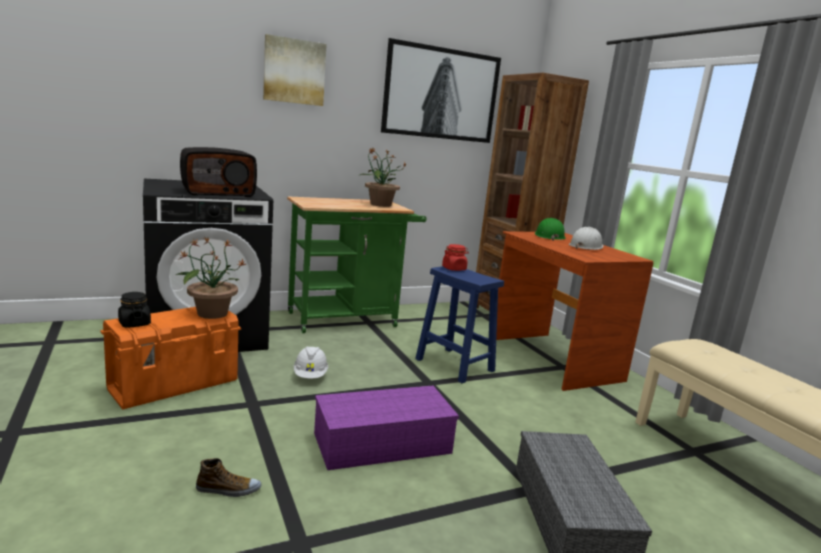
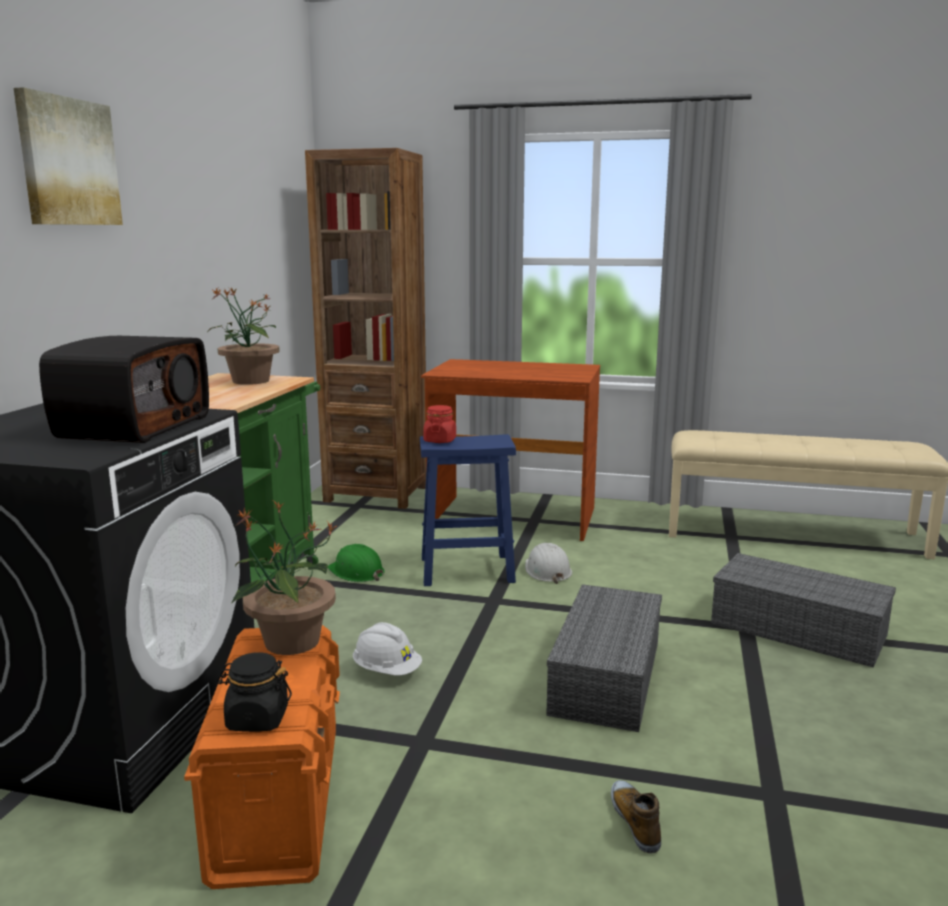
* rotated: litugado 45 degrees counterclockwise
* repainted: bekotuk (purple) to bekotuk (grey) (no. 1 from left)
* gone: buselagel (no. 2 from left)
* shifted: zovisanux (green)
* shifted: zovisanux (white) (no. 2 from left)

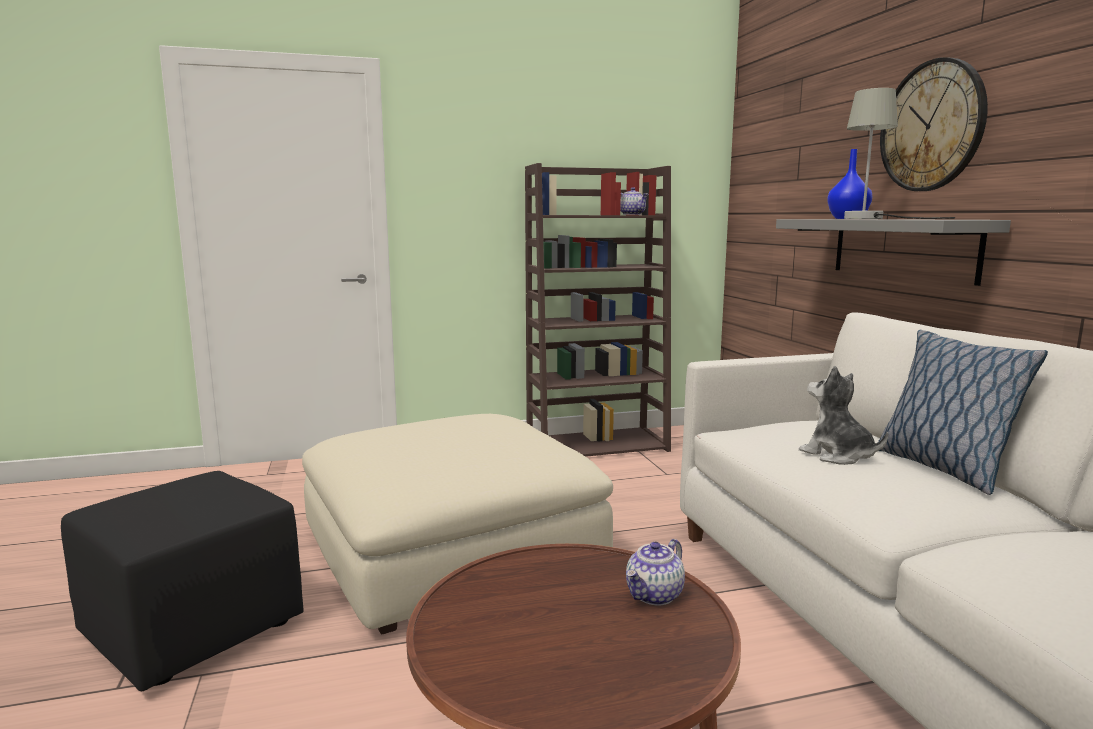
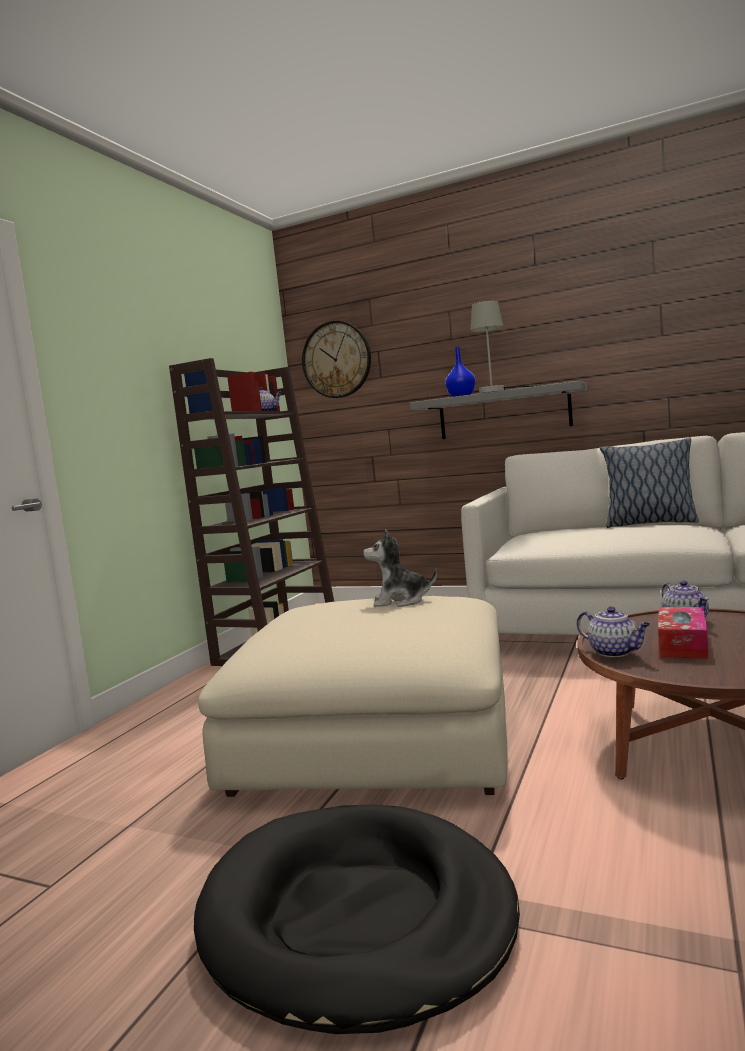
* swapped: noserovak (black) to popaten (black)
* shifted: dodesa
* shifted: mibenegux
* new: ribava (no. 2 from left)
* new: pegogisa

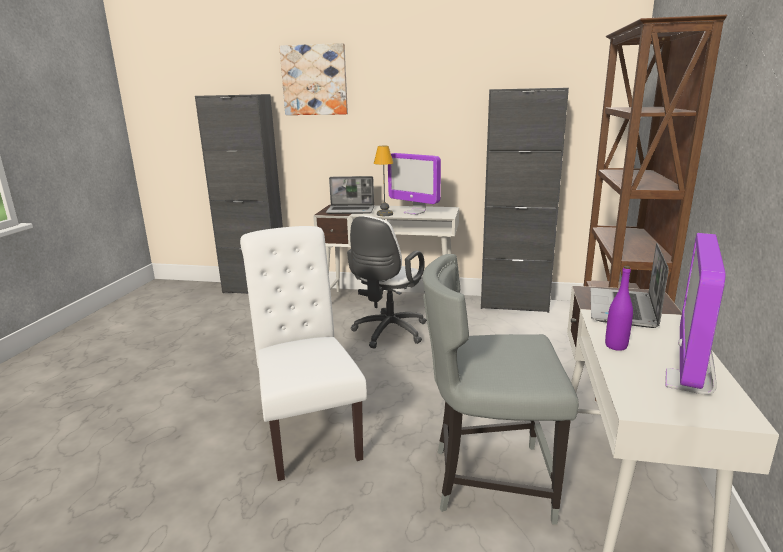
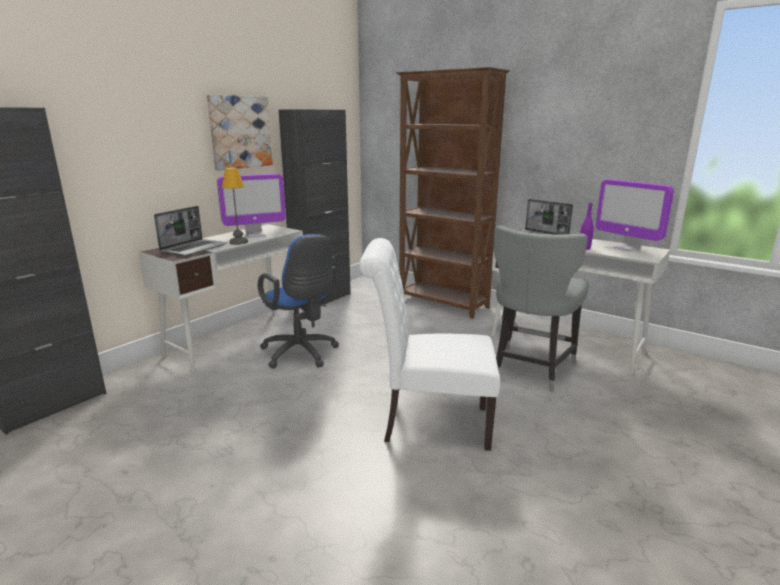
* shifted: buselagel
* repainted: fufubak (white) to fufubak (blue)

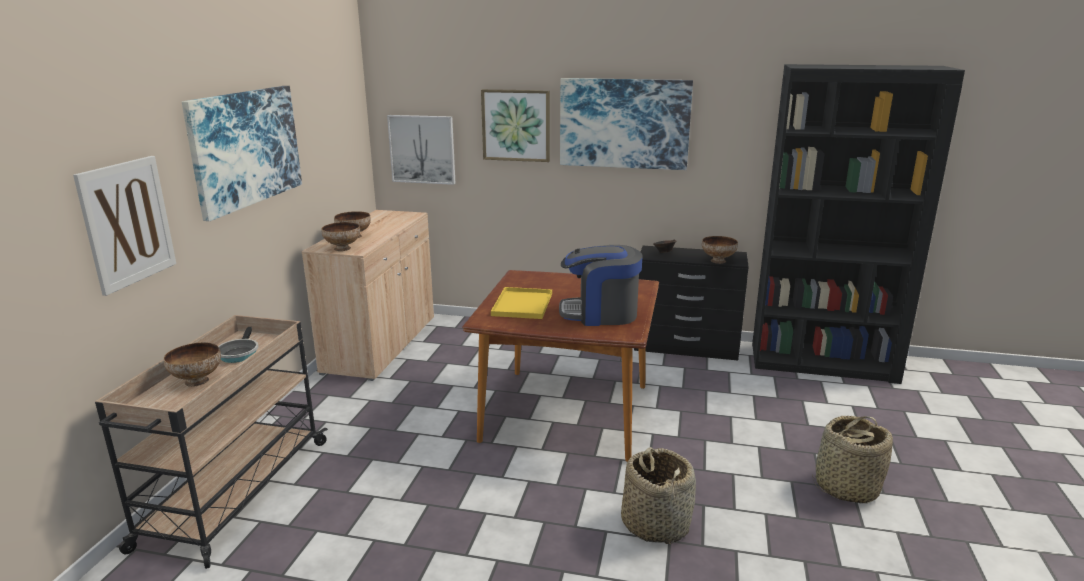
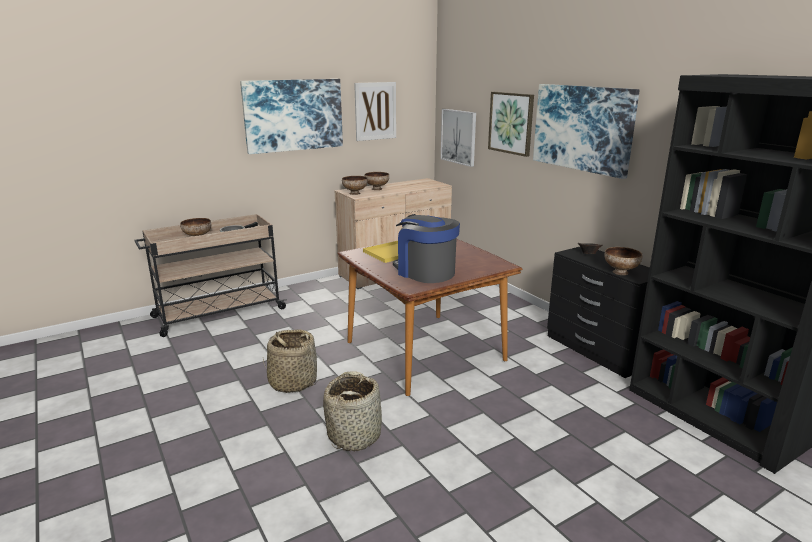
* shifted: buselagel (no. 1 from left in the first image) to buselagel (no. 2 from left)
* shifted: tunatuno (no. 2 from left in the first image) to tunatuno (no. 1 from left)

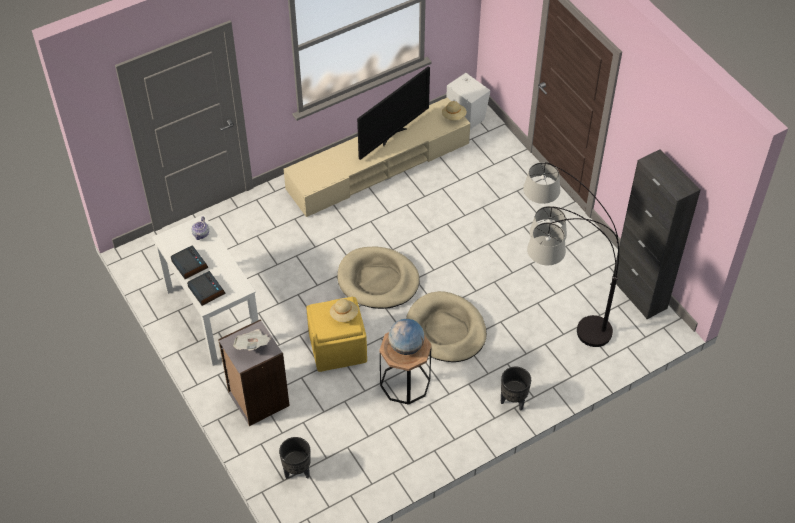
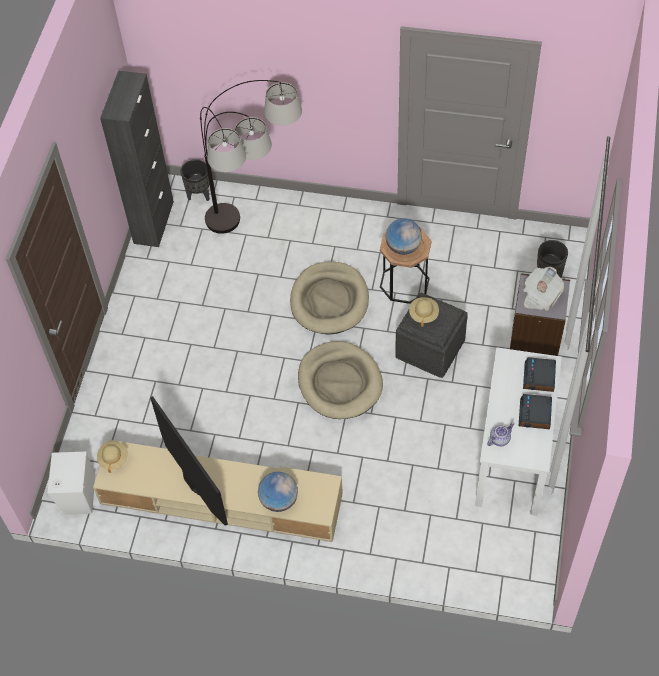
* repainted: noserovak (yellow) to noserovak (grey)
* rotated: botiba 60 degrees clockwise
* shifted: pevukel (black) (no. 2 from left in the first image) to pevukel (black) (no. 1 from left)
* new: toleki (no. 1 from left)

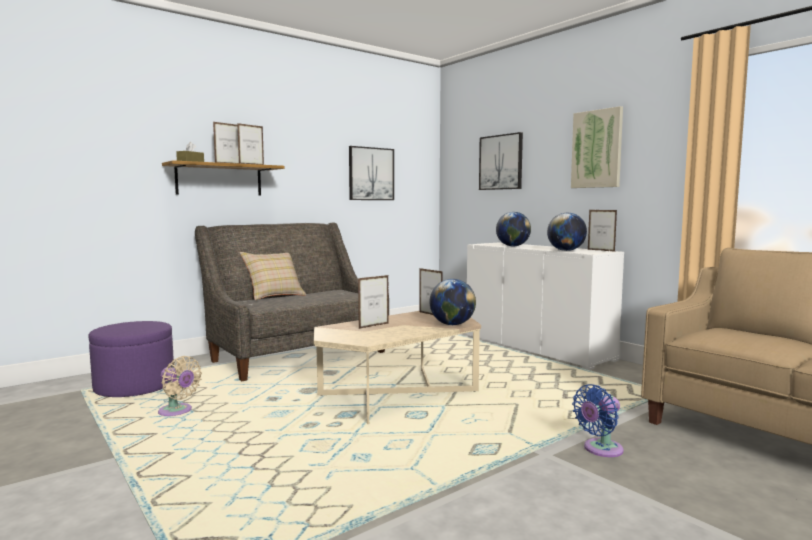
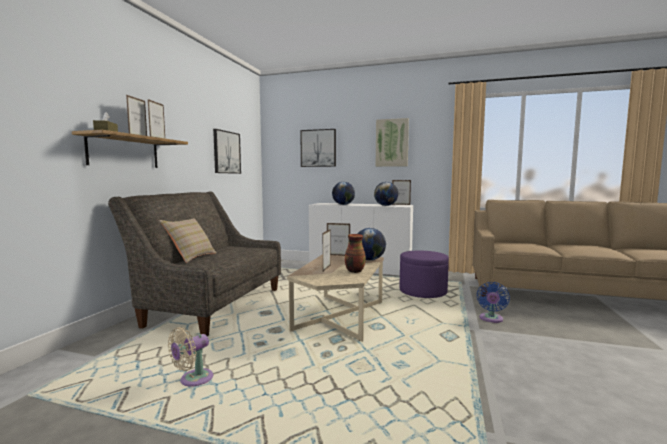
* shifted: noserovak (purple)
* rotated: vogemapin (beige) 135 degrees clockwise
* new: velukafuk

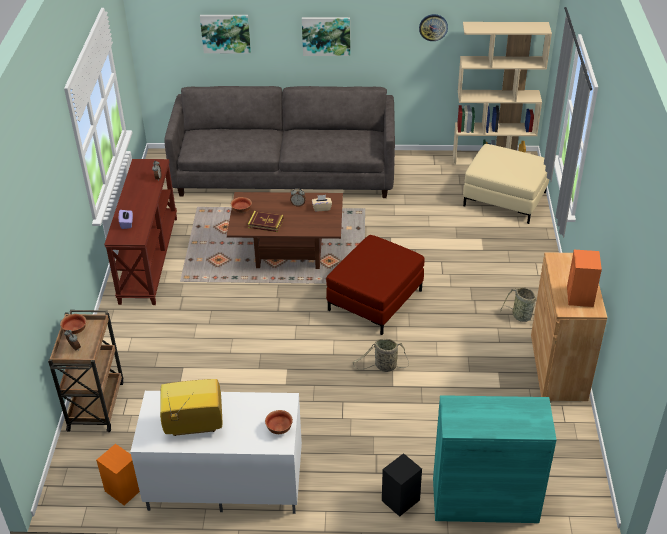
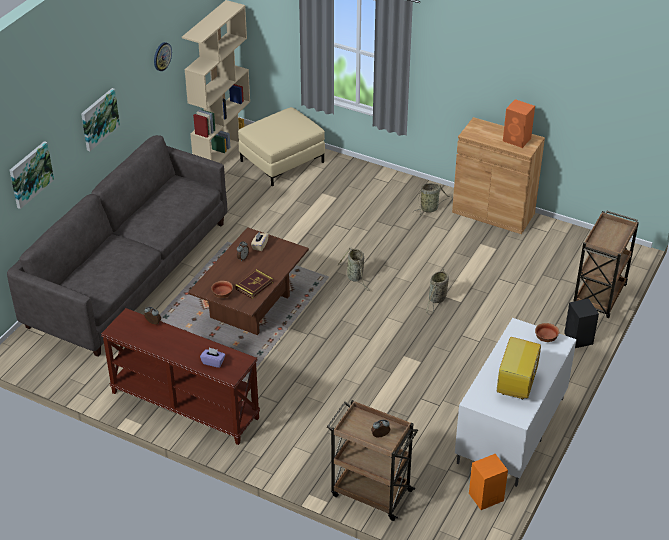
* gone: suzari (no. 1 from left)
* swapped: noserovak (red) to tunatuno (no. 1 from left)
* swapped: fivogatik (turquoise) to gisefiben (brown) (no. 2 from left)

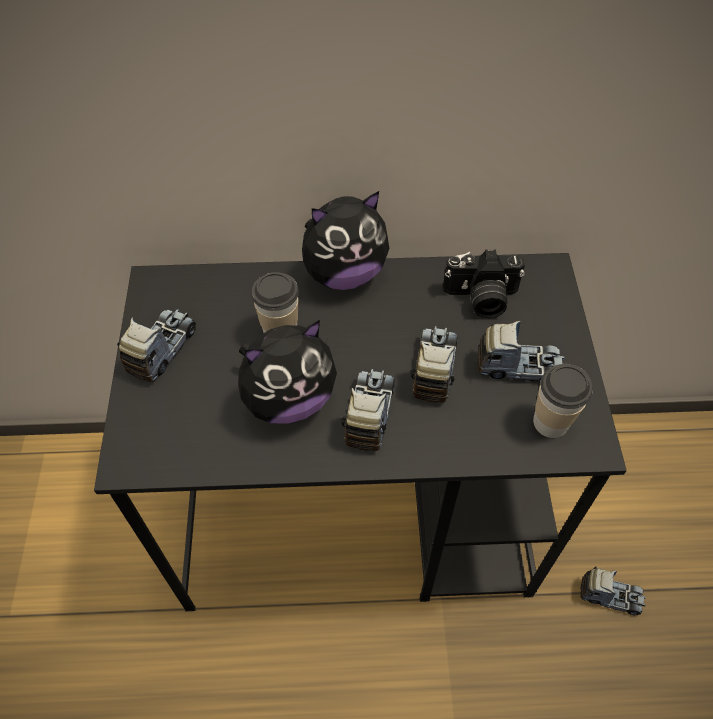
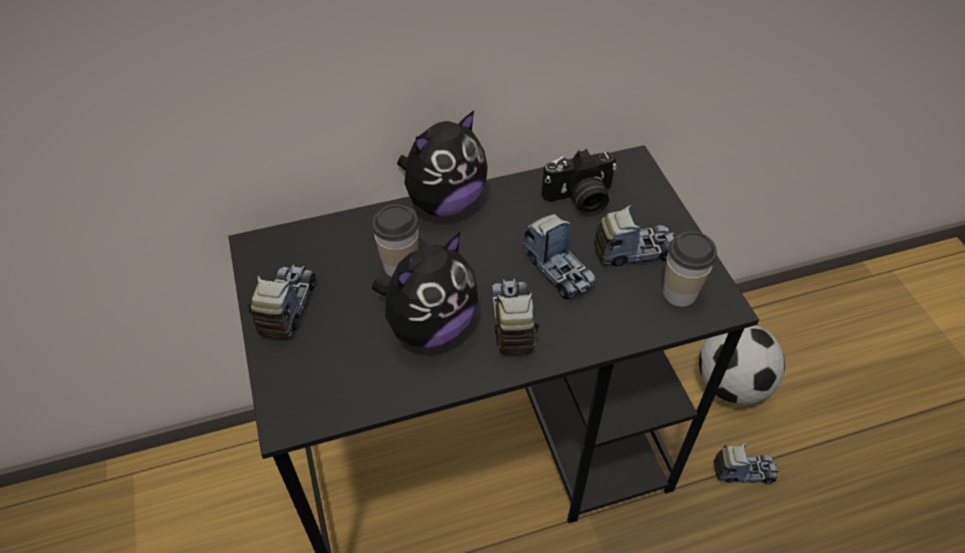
* rotated: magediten (no. 3 from left) 150 degrees clockwise
* new: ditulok

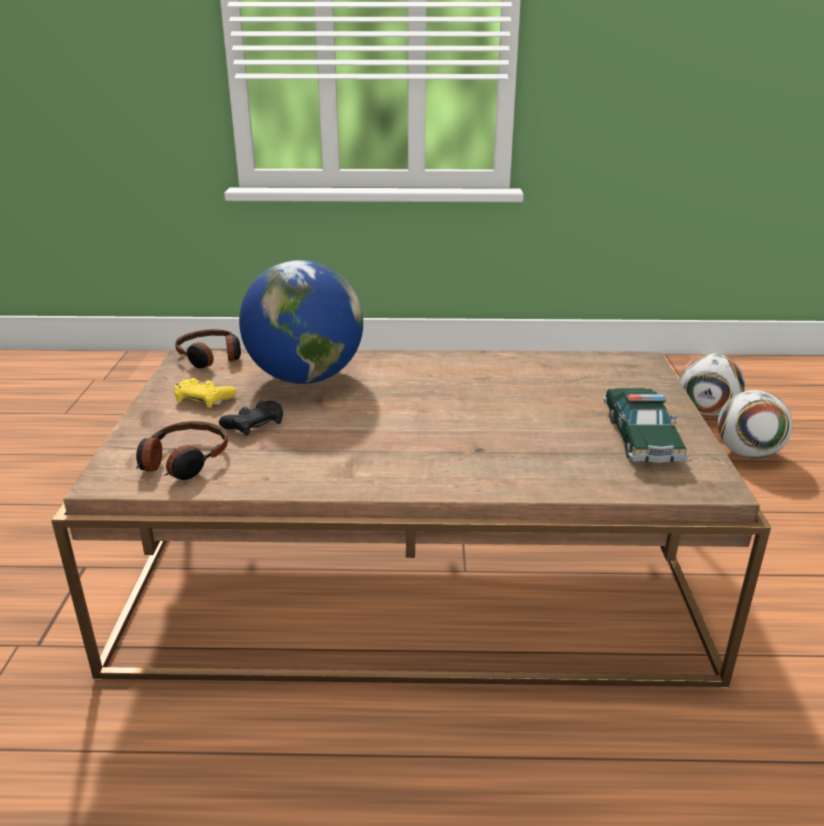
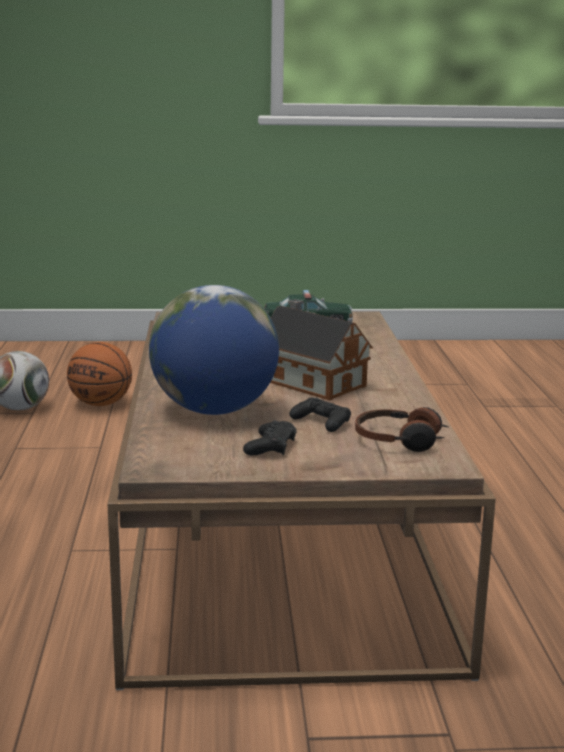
* repainted: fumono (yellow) to fumono (black) (no. 1 from left)
* gone: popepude (no. 2 from left)
* swapped: ditulok (no. 2 from left) to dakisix
* new: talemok

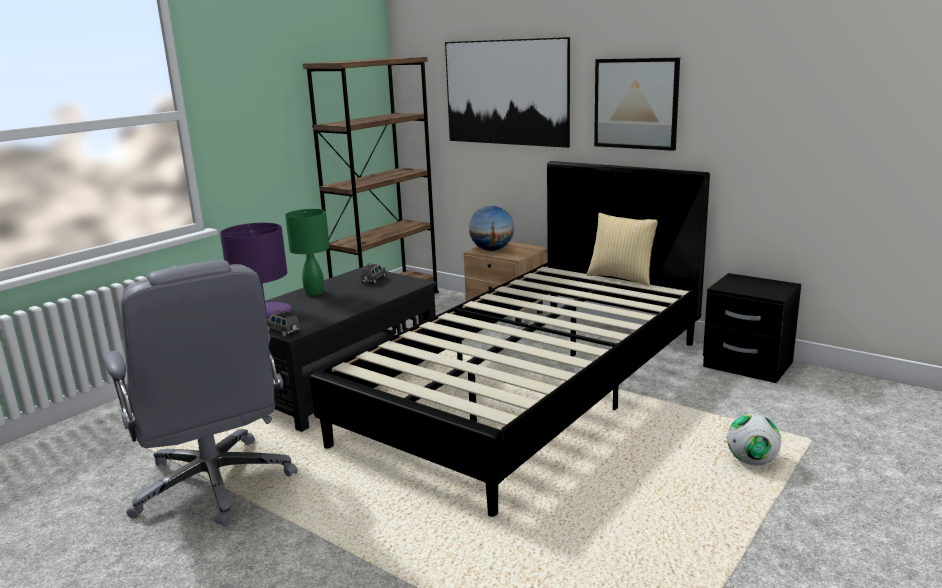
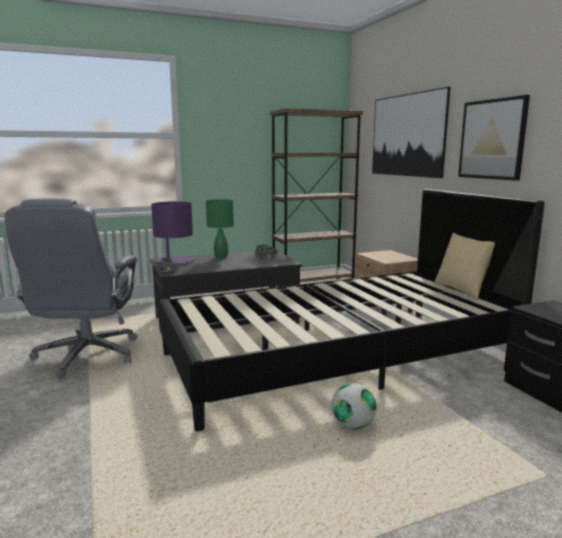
* gone: toleki
* shifted: ditulok

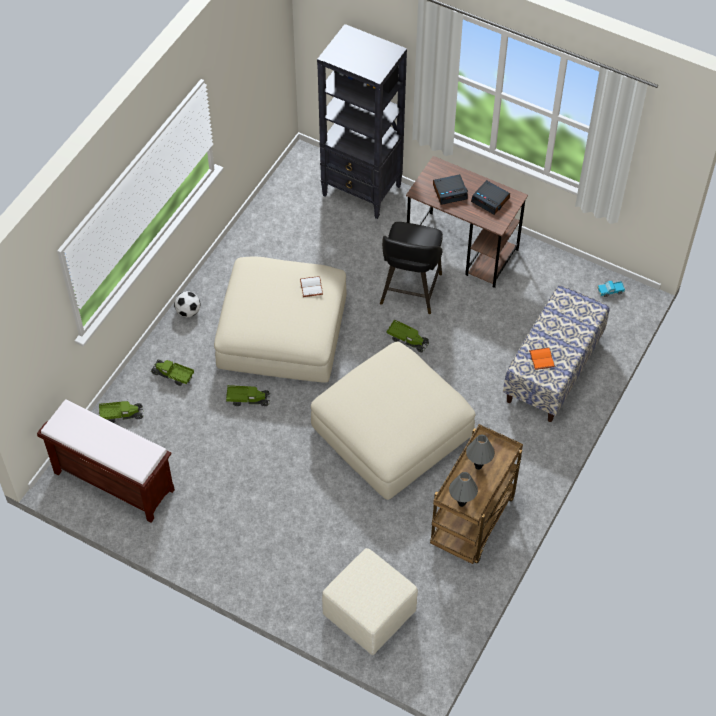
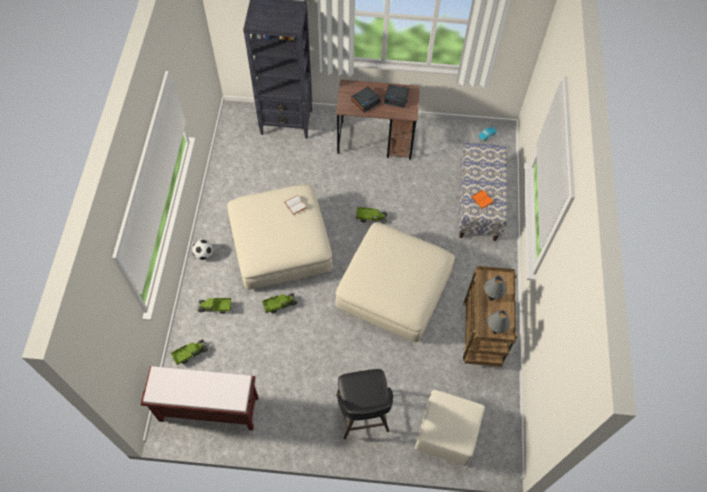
* shifted: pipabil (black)

